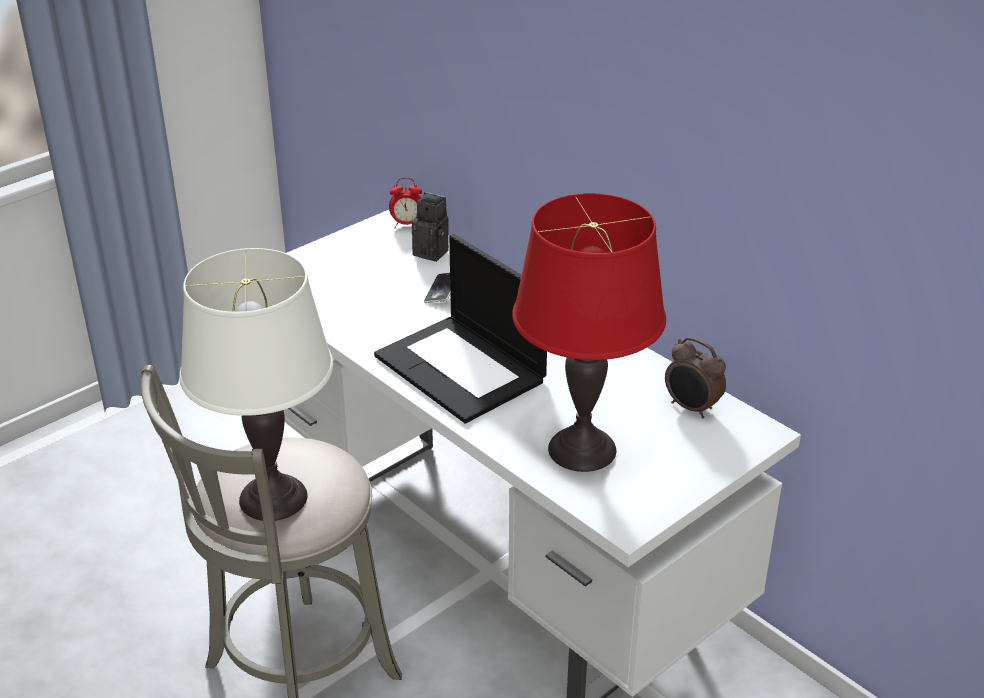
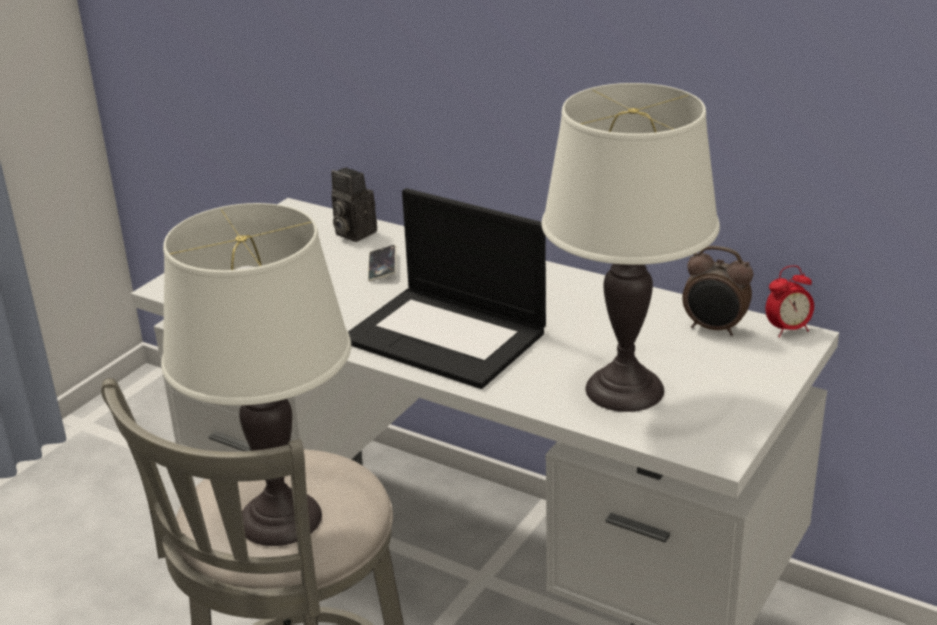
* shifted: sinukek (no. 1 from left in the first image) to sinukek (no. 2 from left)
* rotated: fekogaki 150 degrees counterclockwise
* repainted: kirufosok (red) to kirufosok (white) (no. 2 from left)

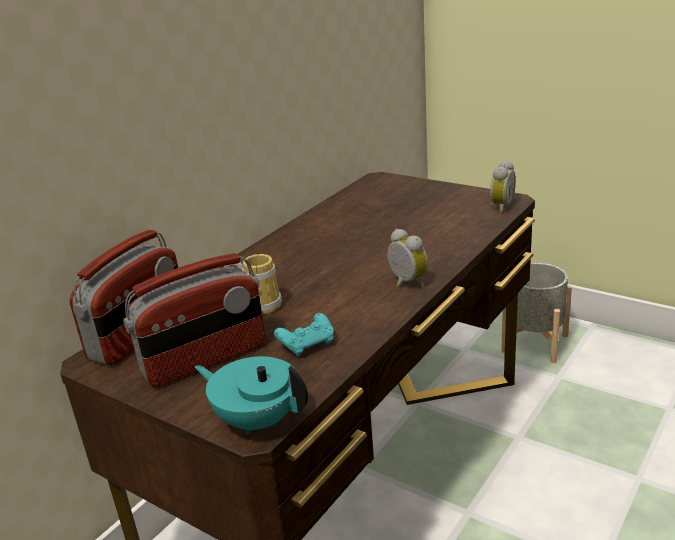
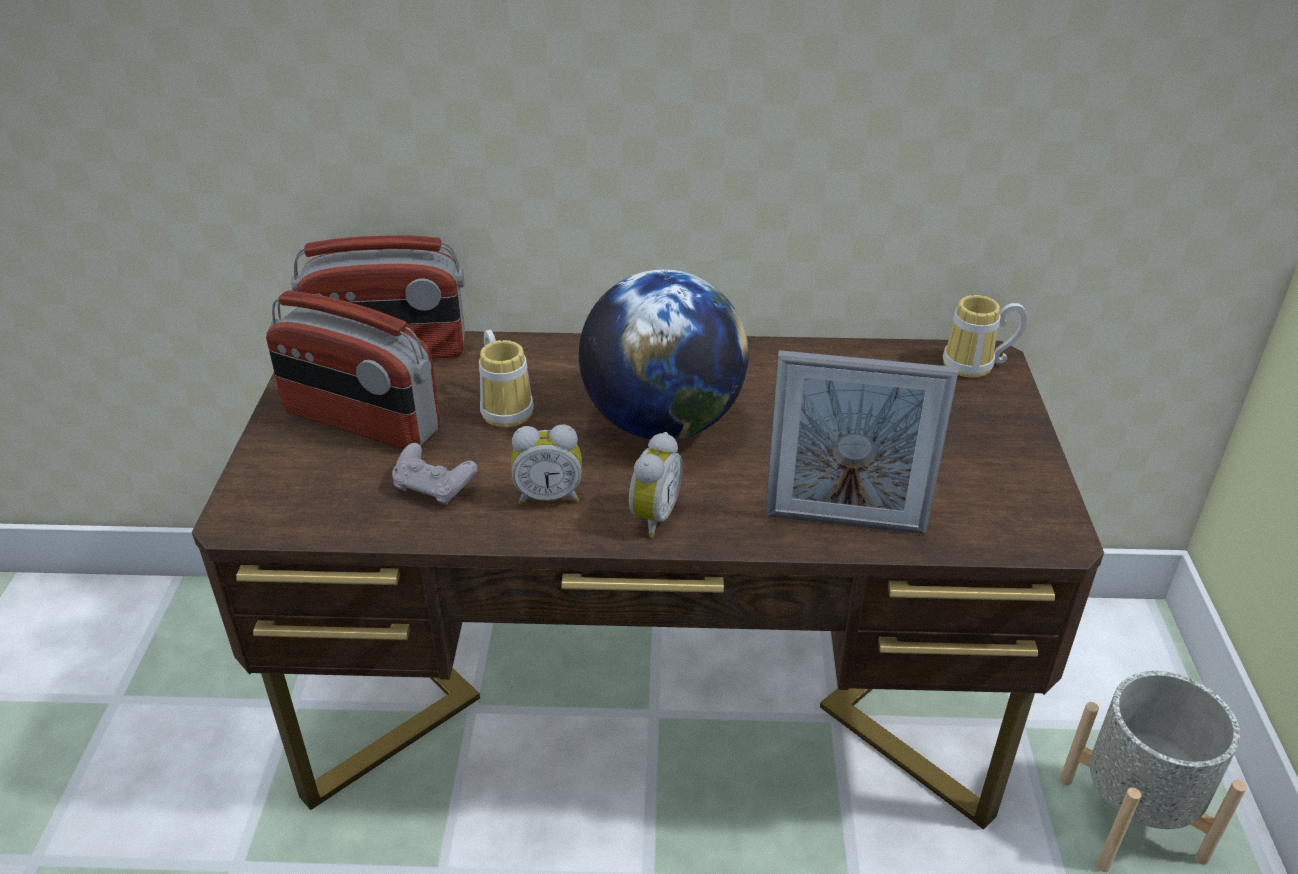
* gone: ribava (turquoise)
* repainted: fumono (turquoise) to fumono (grey)
* shifted: sinukek (no. 2 from left in the first image) to sinukek (no. 1 from left)
* new: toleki
* new: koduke
* new: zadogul (no. 2 from left)

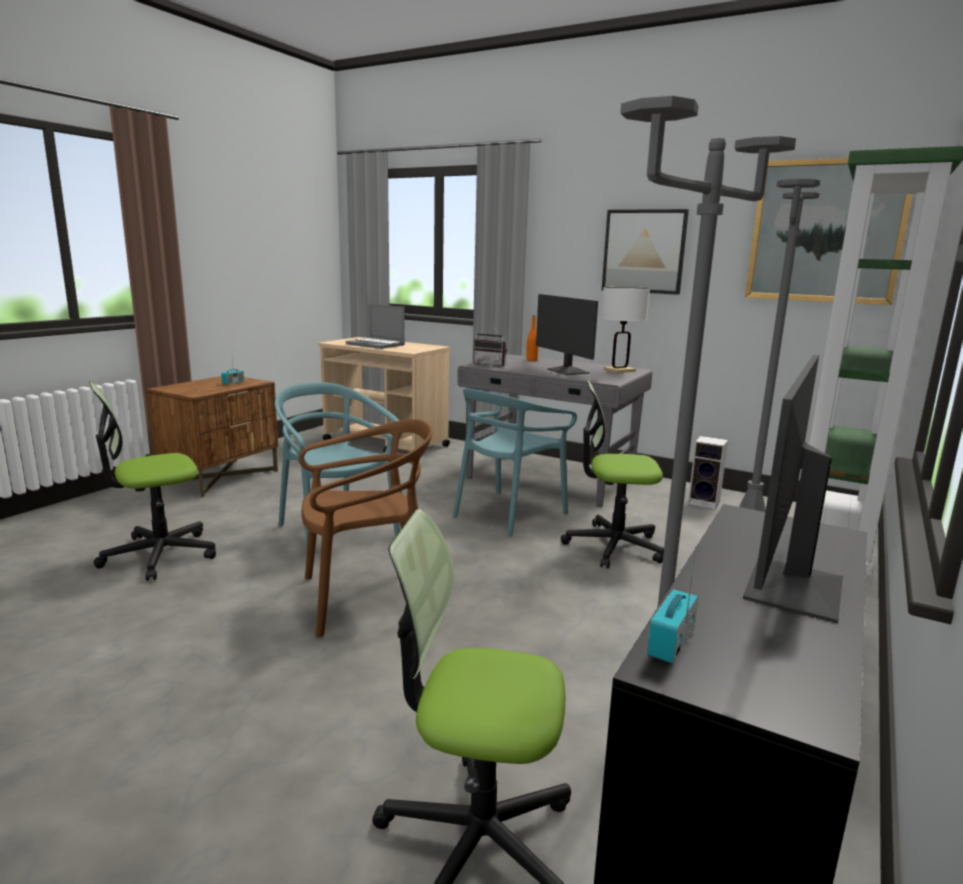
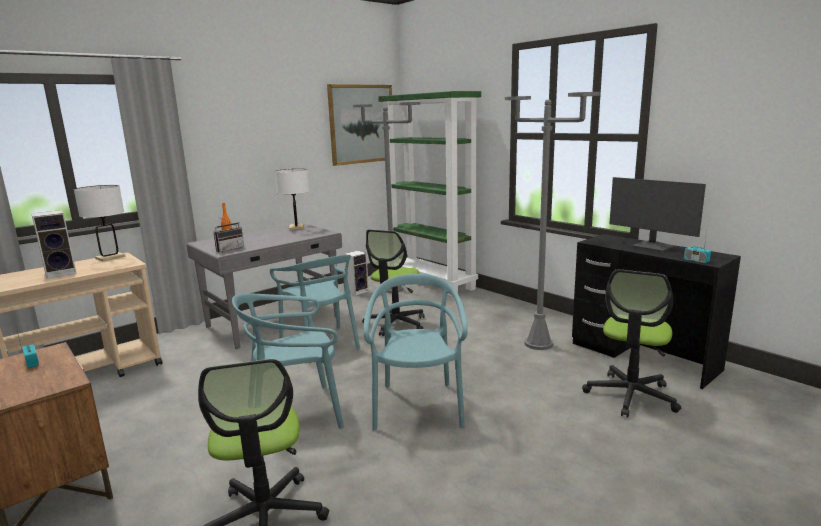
* repainted: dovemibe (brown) to dovemibe (turquoise) (no. 3 from left)
* swapped: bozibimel to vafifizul (no. 1 from left)
* gone: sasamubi (no. 1 from left)
* gone: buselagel (no. 1 from left)
* new: kirufosok (white) (no. 1 from left)

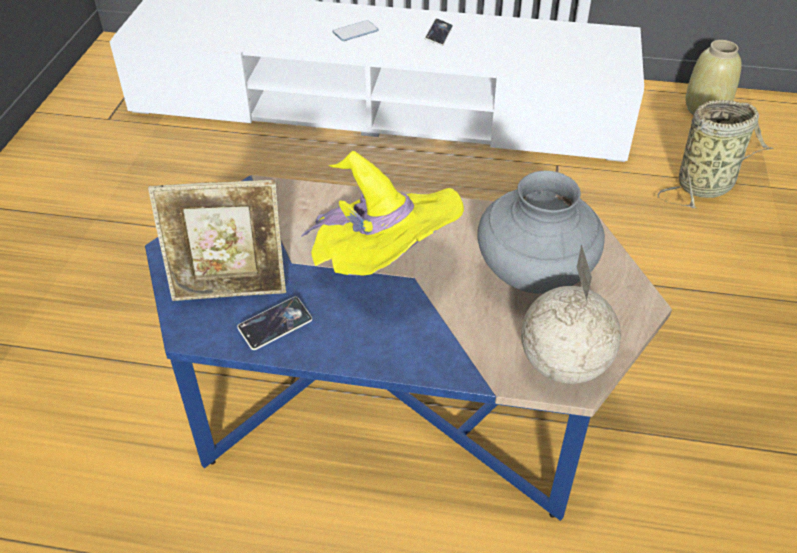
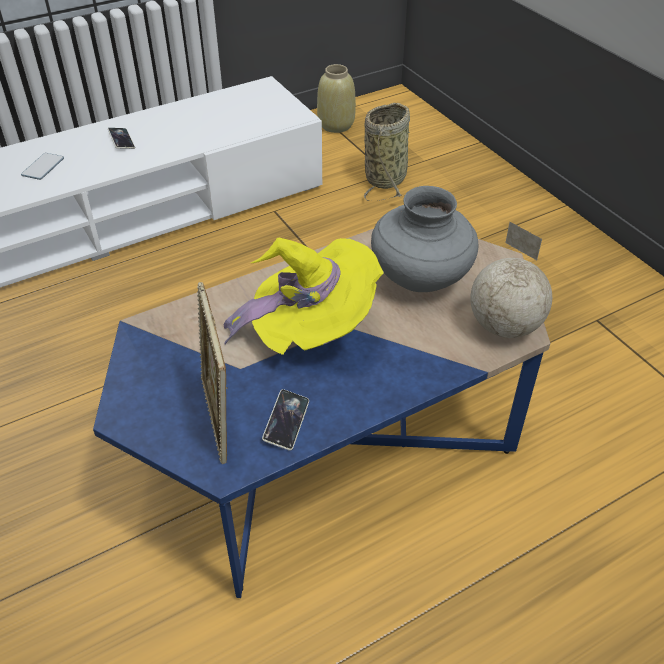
* rotated: koduke 120 degrees clockwise

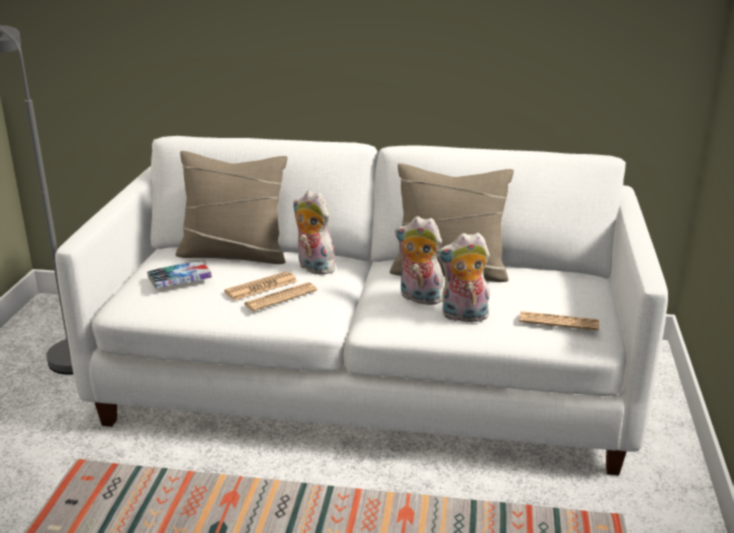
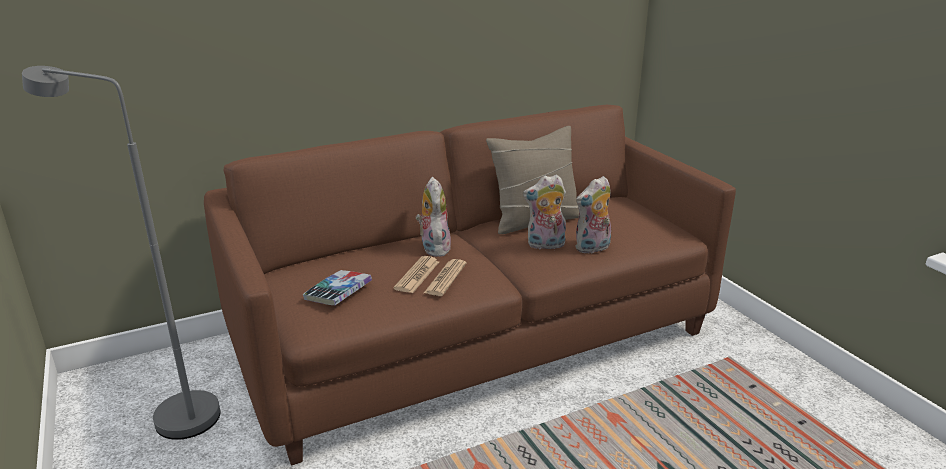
* repainted: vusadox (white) to vusadox (brown)
* gone: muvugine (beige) (no. 1 from left)
* rotated: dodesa (no. 1 from left) 75 degrees clockwise
* gone: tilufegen (no. 3 from left)

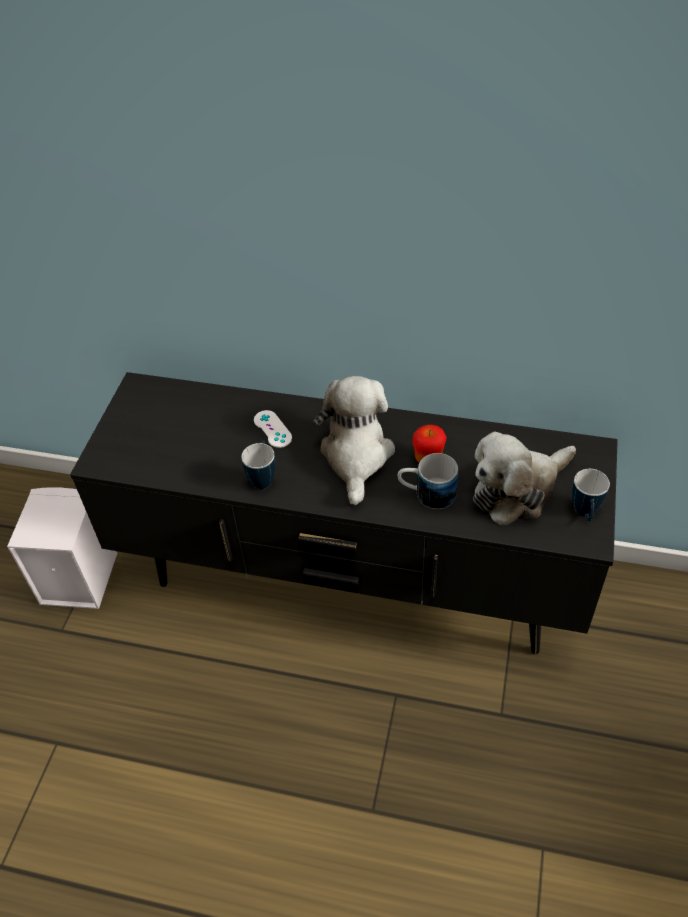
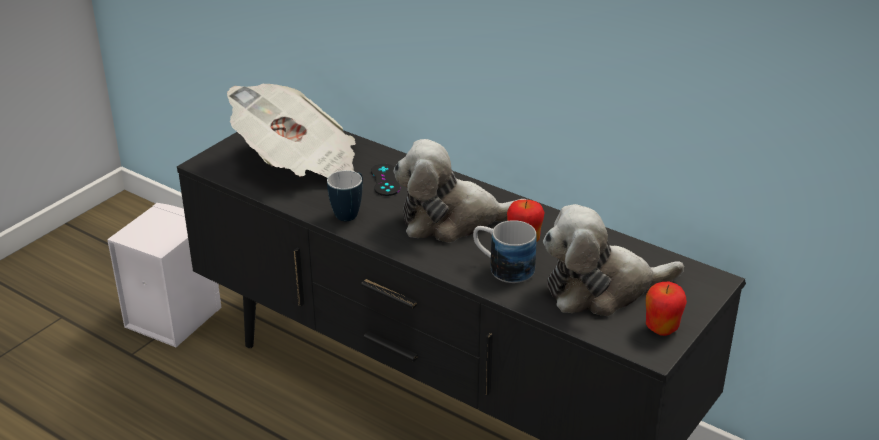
* repainted: fumono (white) to fumono (black)
* rotated: dodesa (no. 1 from left) 120 degrees counterclockwise
* swapped: zadogul (no. 3 from left) to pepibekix (no. 2 from left)
* new: tilufegen

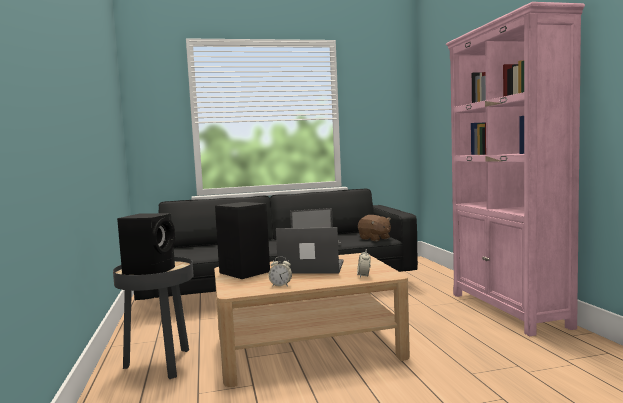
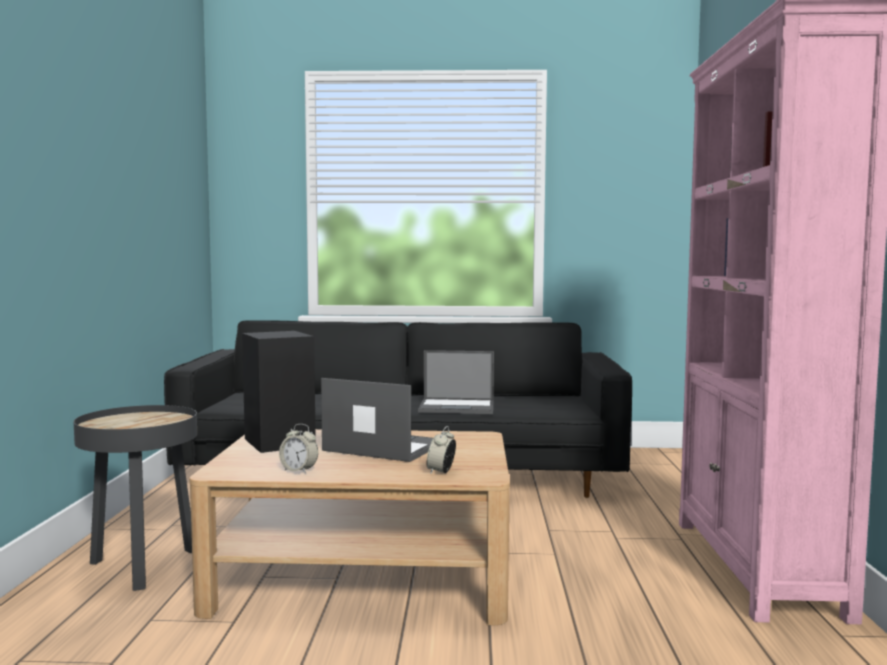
* gone: vafifizul (black) (no. 1 from left)
* gone: dodesa (brown)

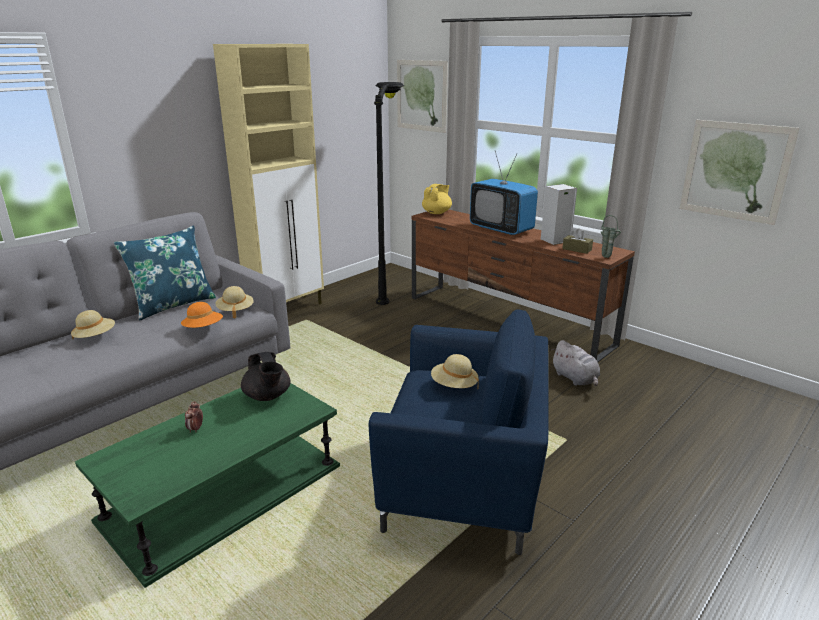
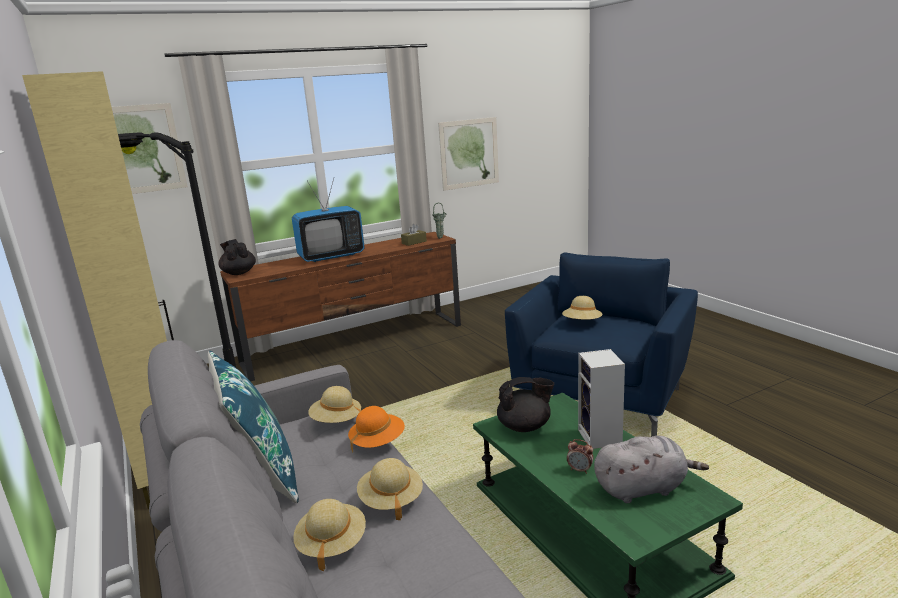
* repainted: ribava (yellow) to ribava (black) (no. 1 from left)
* shifted: vafifizul
* shifted: dodesa (grey)
* new: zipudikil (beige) (no. 3 from left)

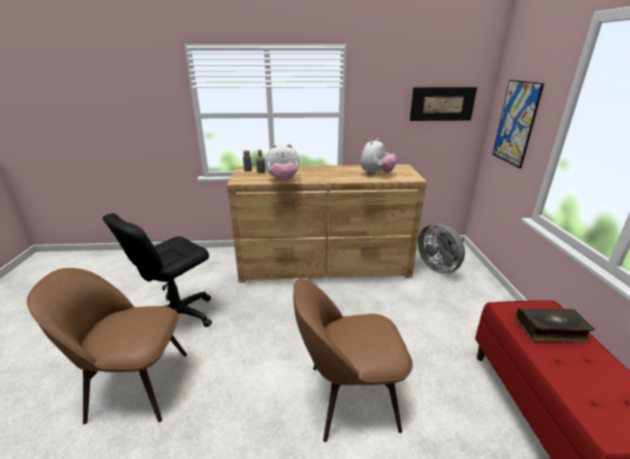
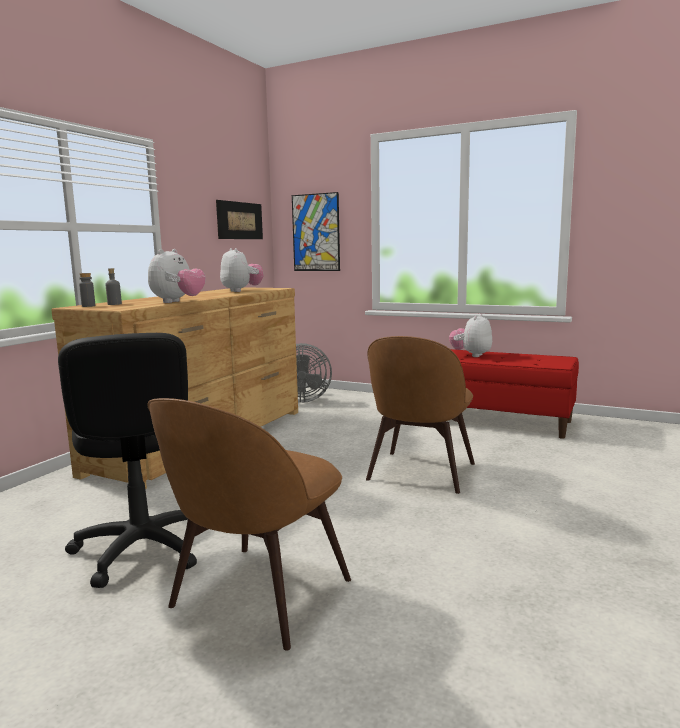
* swapped: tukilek to dodesa (no. 3 from left)

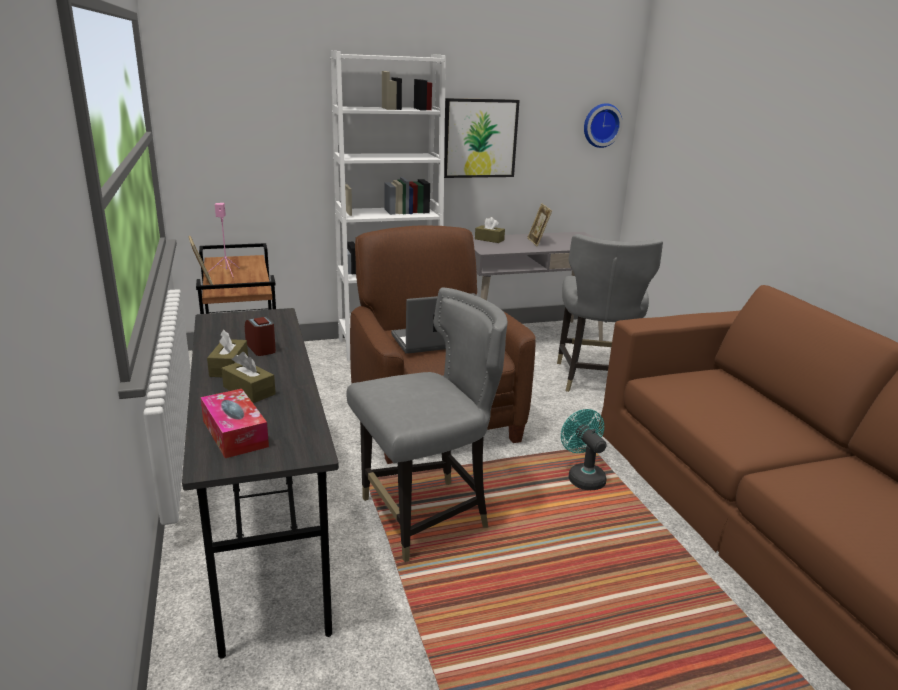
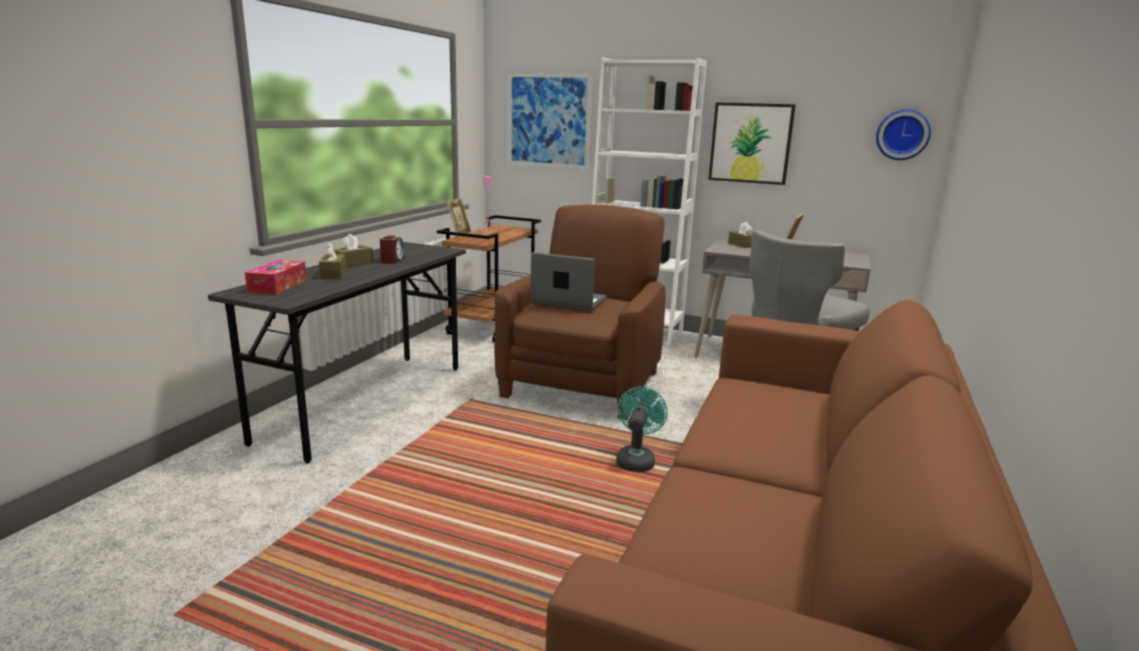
* gone: dovemibe (grey) (no. 1 from left)
* new: buselagel (no. 1 from left)

